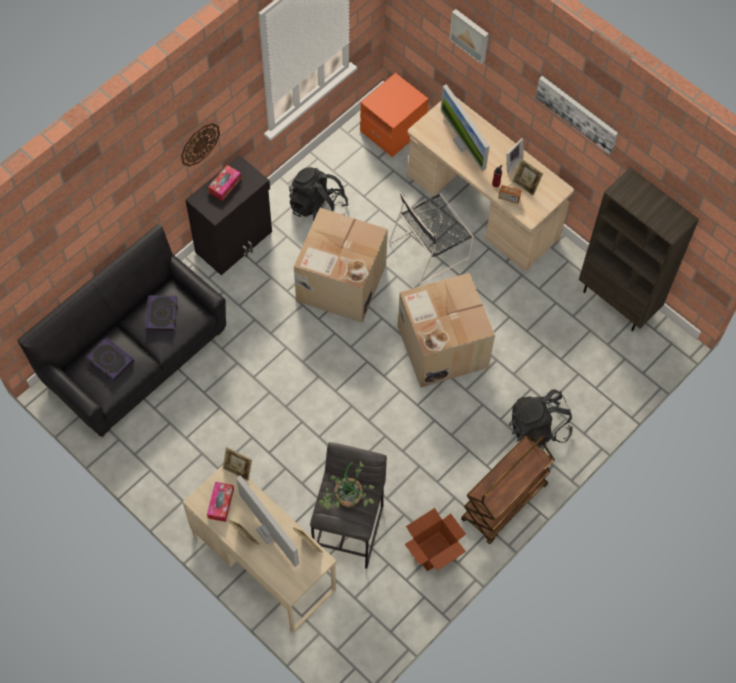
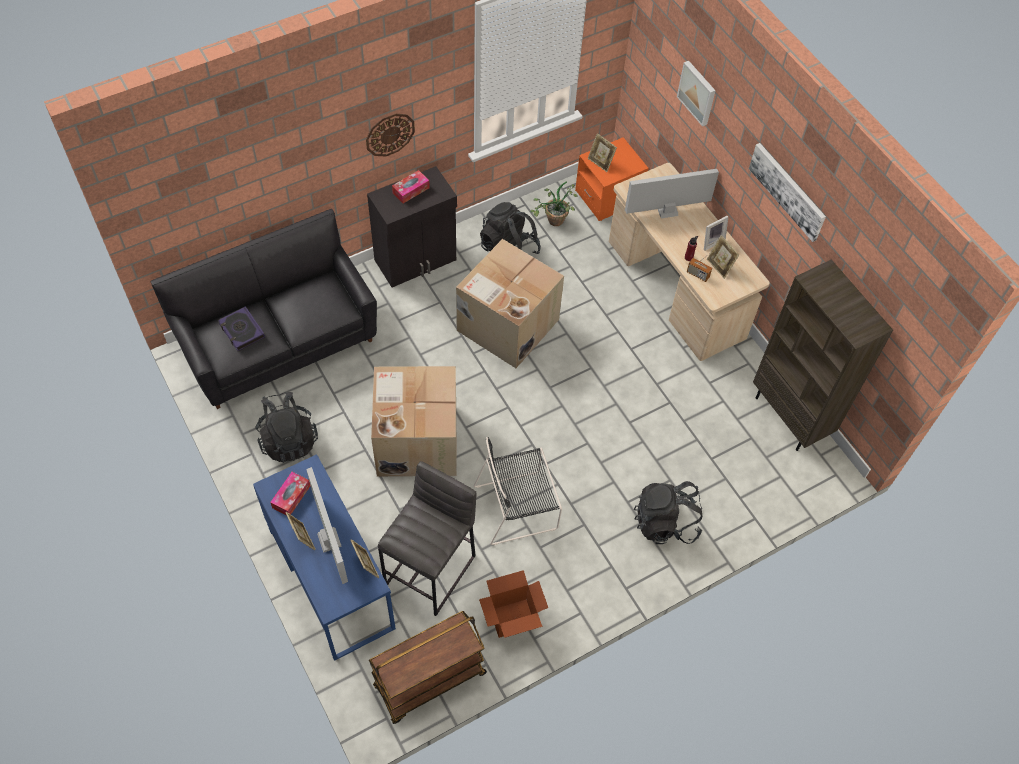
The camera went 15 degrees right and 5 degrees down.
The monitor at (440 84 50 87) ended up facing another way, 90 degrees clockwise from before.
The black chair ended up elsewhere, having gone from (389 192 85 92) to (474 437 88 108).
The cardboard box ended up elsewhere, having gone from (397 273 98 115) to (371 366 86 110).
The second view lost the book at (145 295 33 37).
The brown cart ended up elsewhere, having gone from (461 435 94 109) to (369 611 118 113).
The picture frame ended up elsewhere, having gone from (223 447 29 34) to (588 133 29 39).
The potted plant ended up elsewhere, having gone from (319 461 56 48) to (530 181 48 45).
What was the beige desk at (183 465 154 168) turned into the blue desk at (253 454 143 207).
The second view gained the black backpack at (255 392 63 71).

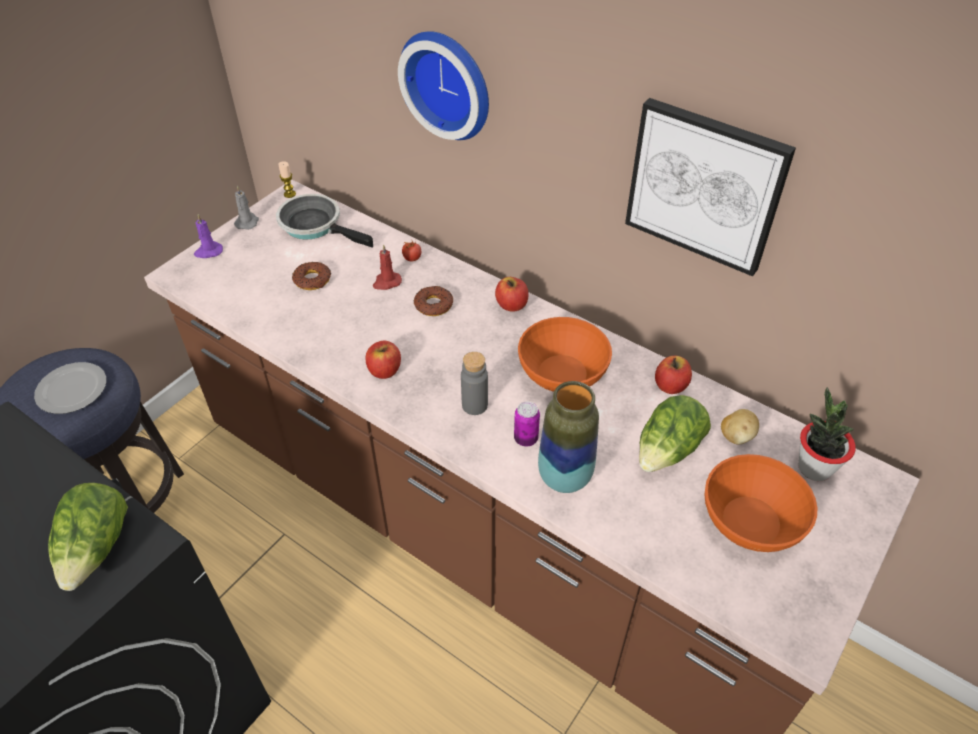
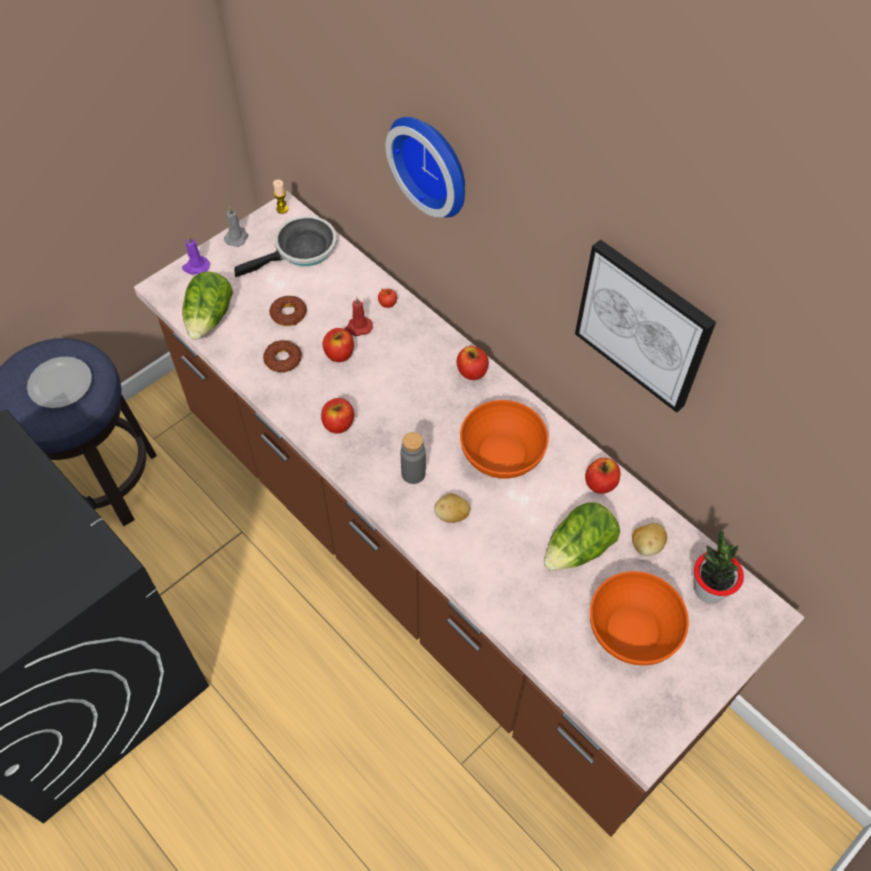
The camera went 10 degrees right and 10 degrees up.
The frying pan at (276 194 97 54) ended up facing another way, 105 degrees clockwise from before.
The donut ended up elsewhere, having gone from (414 286 39 30) to (263 340 39 32).
The second view lost the vase at (538 381 61 112).
Where the can stood at (514 402 26 45), the potato came to stand at (434 493 36 30).
The lettuce ended up elsewhere, having gone from (48 483 80 108) to (182 271 51 69).
The second view gained the apple at (323 328 31 34).

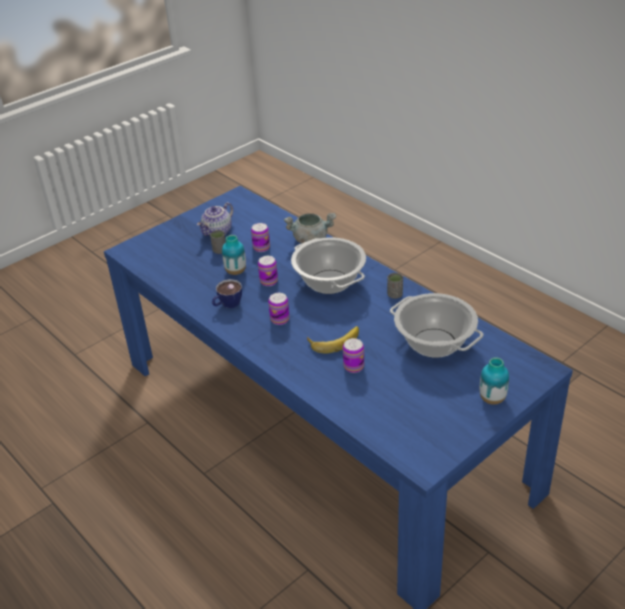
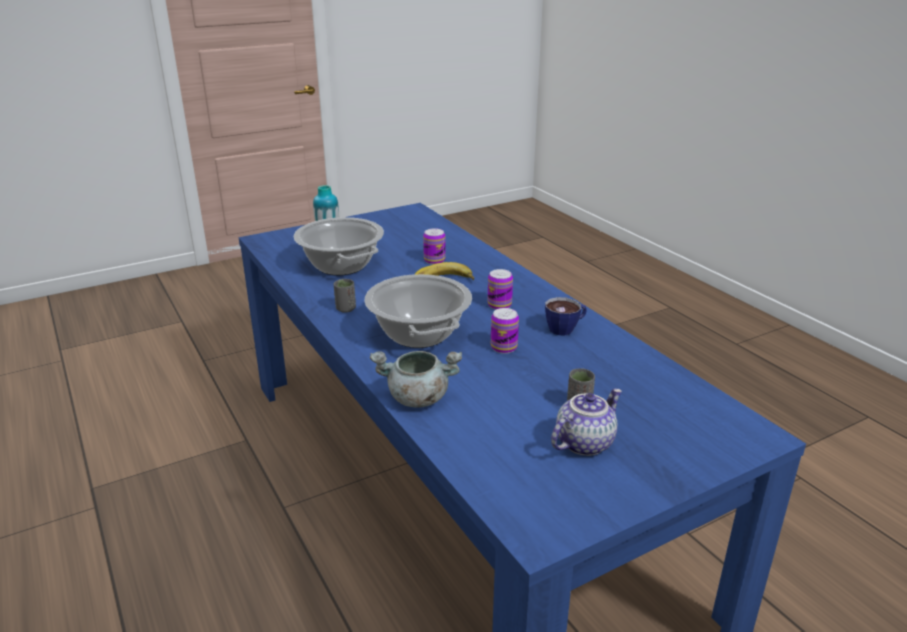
The camera went 170 degrees left and 10 degrees down.
The second view lost the can at (251 223 19 29).
The second view lost the vase at (222 235 24 40).

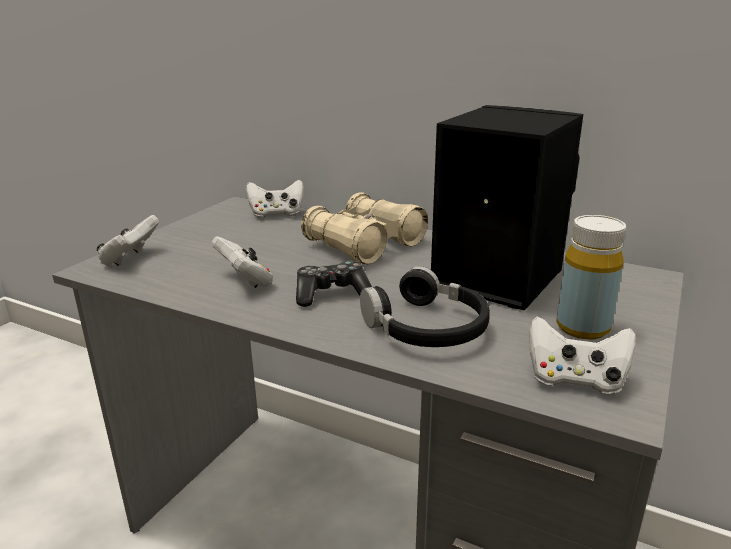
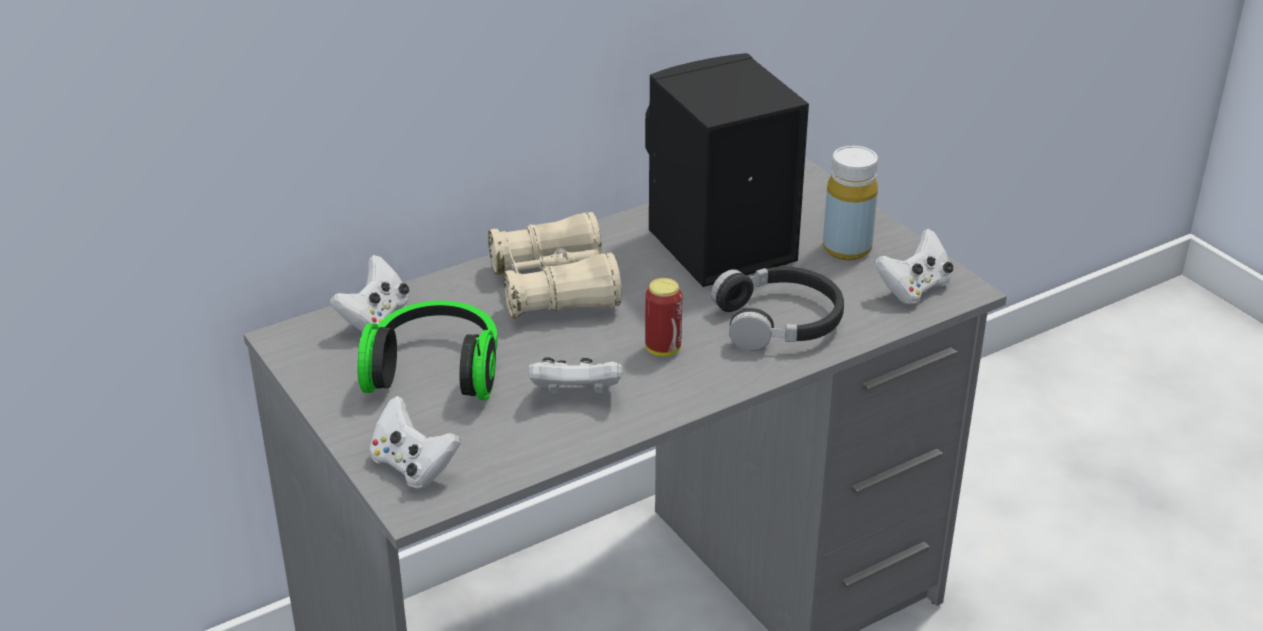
The camera went 60 degrees left and 10 degrees up.
Where the game controller stood at (296 261 76 46), the can came to stand at (645 278 37 79).
The second view gained the headphones at (357 301 141 99).

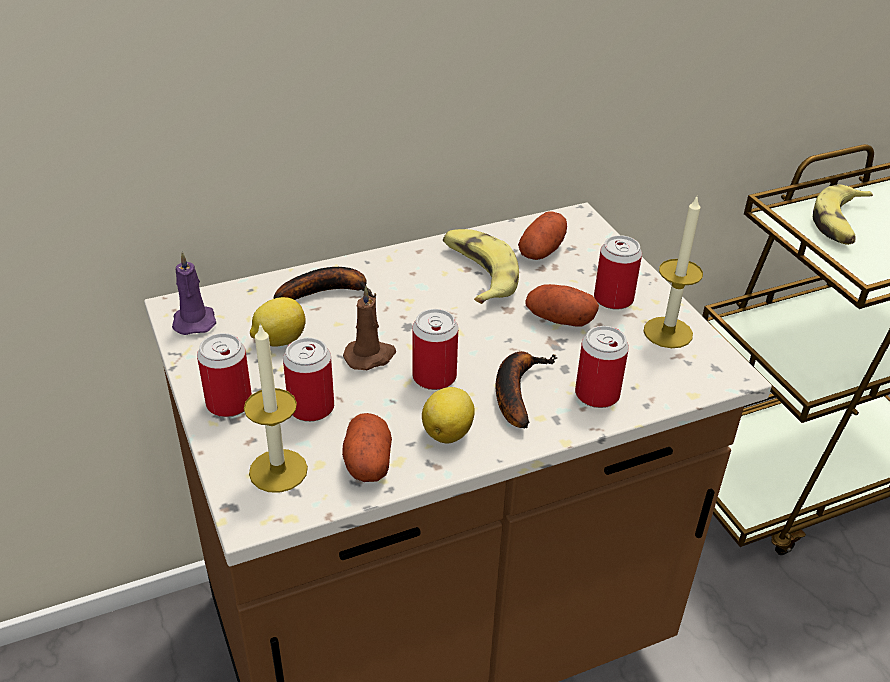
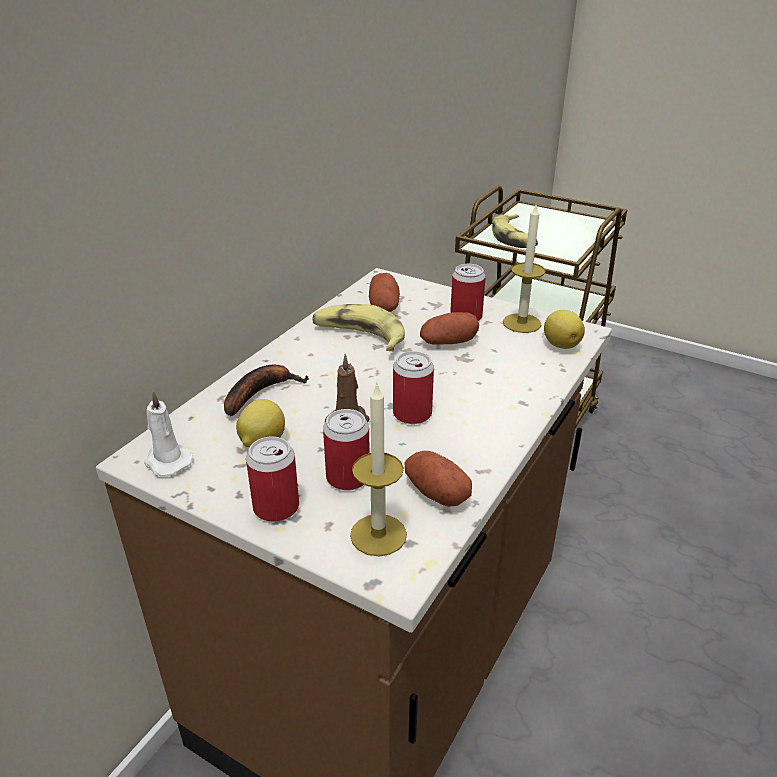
The camera went 35 degrees left and 5 degrees down.
What was the purple candle at (172 252 44 83) turned into the white candle at (144 391 49 85).
The second view lost the can at (575 326 54 82).
The second view lost the banana at (496 351 62 78).
The lemon ended up elsewhere, having gone from (422 387 53 57) to (544 310 41 39).

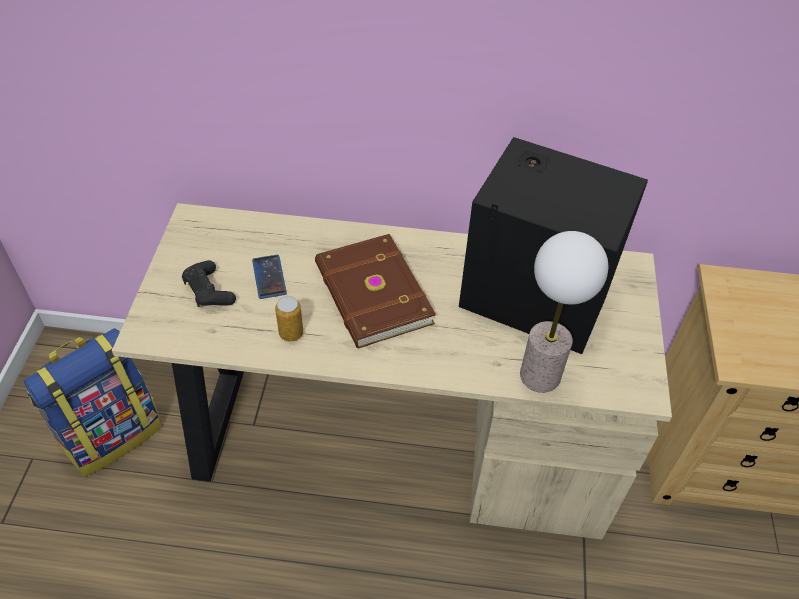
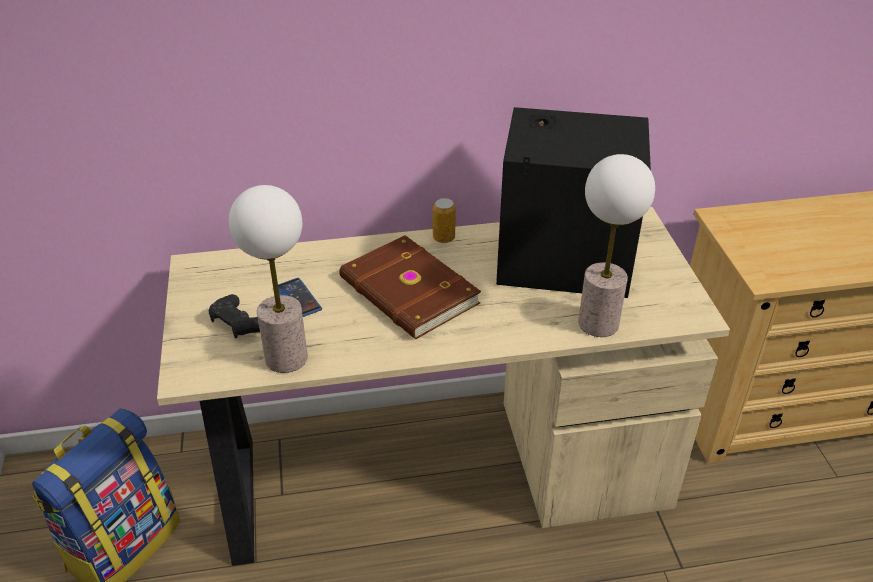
The camera went 15 degrees left and 10 degrees down.
The can ended up elsewhere, having gone from (275 296 28 45) to (433 198 23 45).
The second view gained the table lamp at (229 185 79 188).

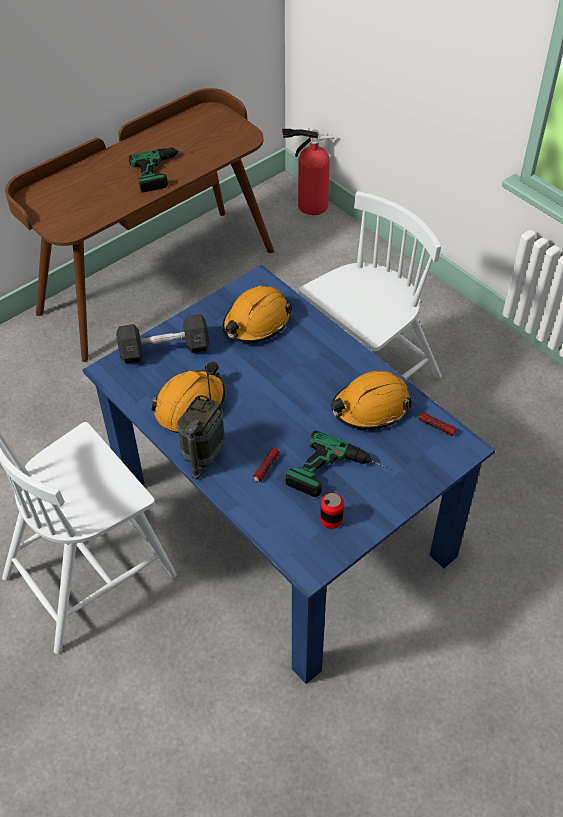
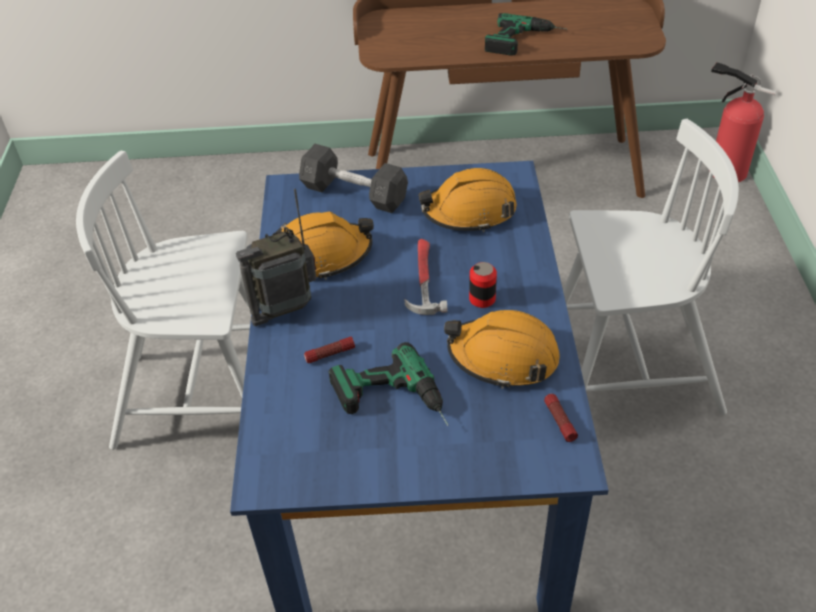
The camera went 40 degrees right and 5 degrees down.
The can ended up elsewhere, having gone from (320 493 24 36) to (469 262 28 46).
The second view gained the hammer at (404 239 43 76).

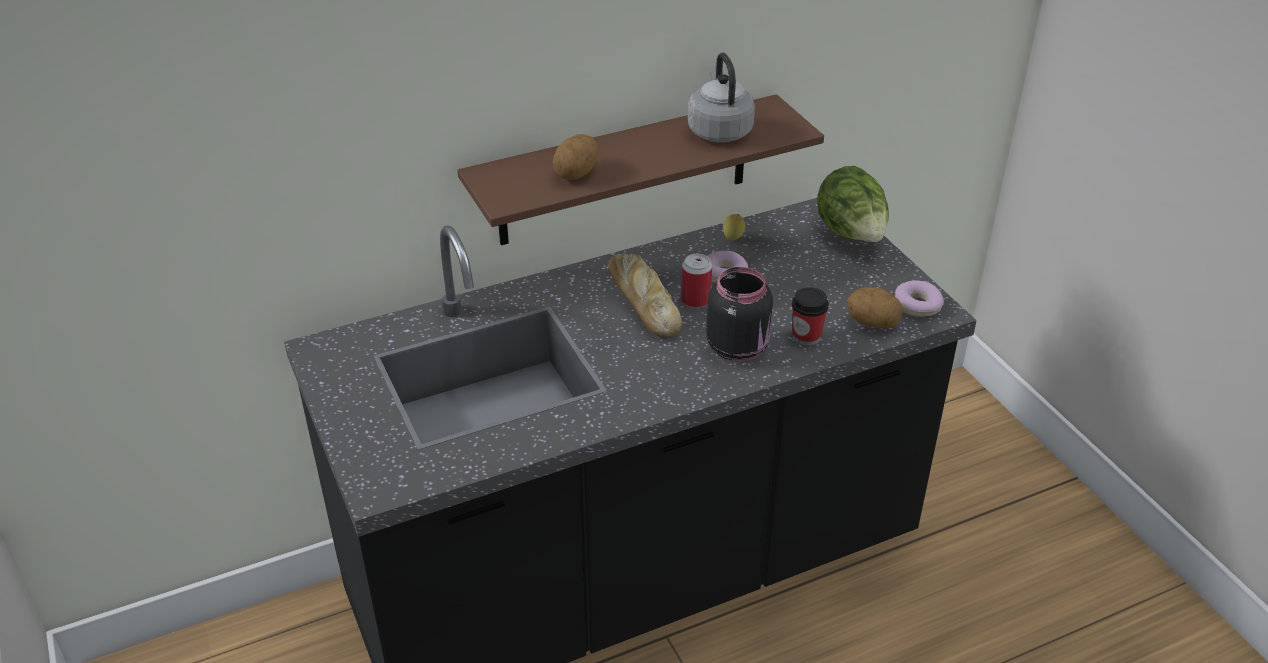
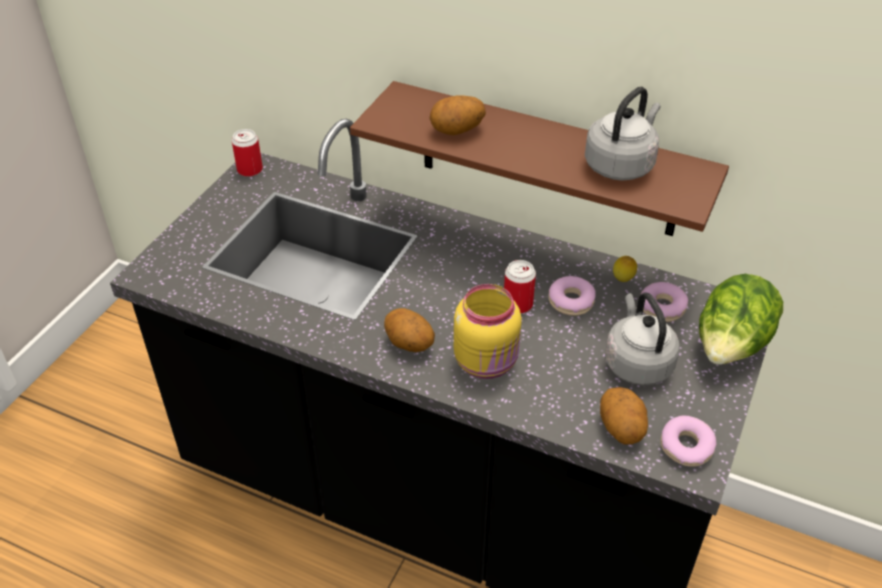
The camera went 50 degrees right and 5 degrees up.
The second view lost the bread at (608 254 74 85).
What was the black jar at (706 267 67 95) turned into the yellow jar at (454 284 68 95).
The second view lost the cup at (792 287 37 59).
The second view gained the can at (232 129 31 48).
The second view gained the donut at (641 282 47 40).
The second view gained the grey kettle at (605 292 75 93).
The second view gained the potato at (384 308 51 44).

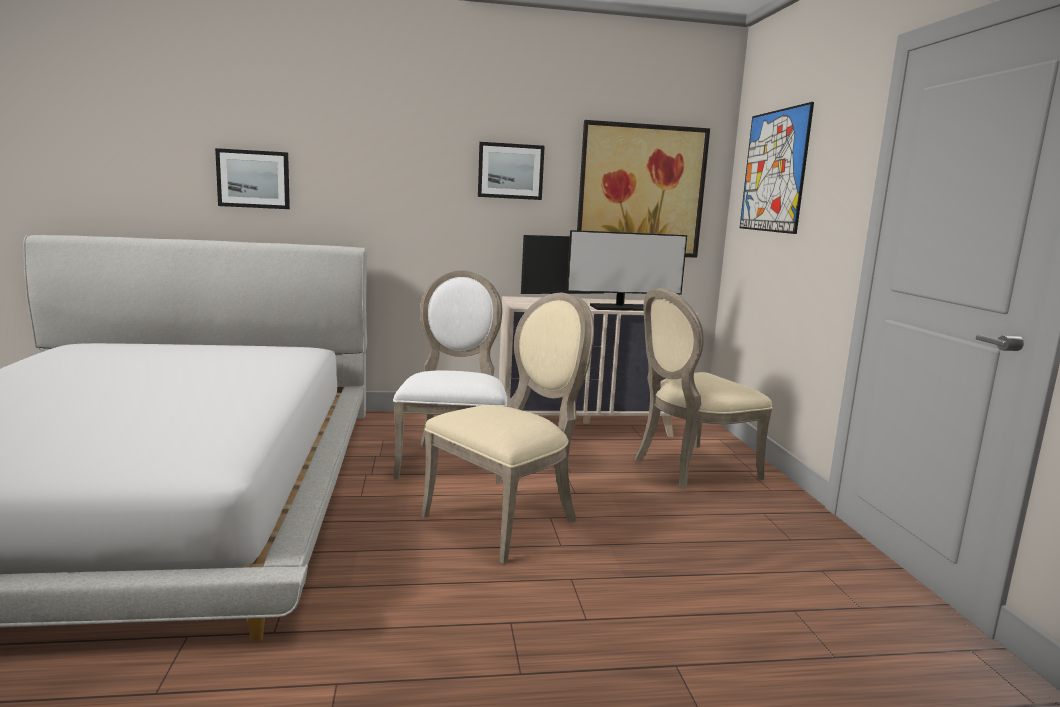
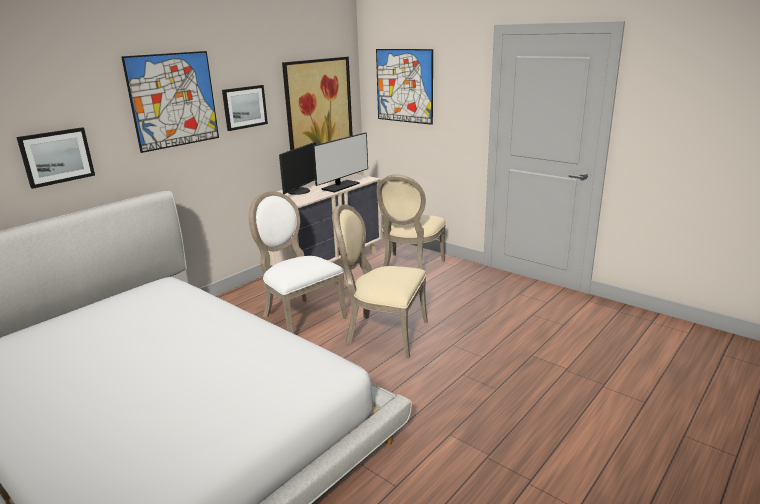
The camera went 40 degrees left and 10 degrees up.
The beige chair at (421 293 173 271) ended up facing another way, 75 degrees counterclockwise from before.
The second view gained the picture at (121 51 98 102).

